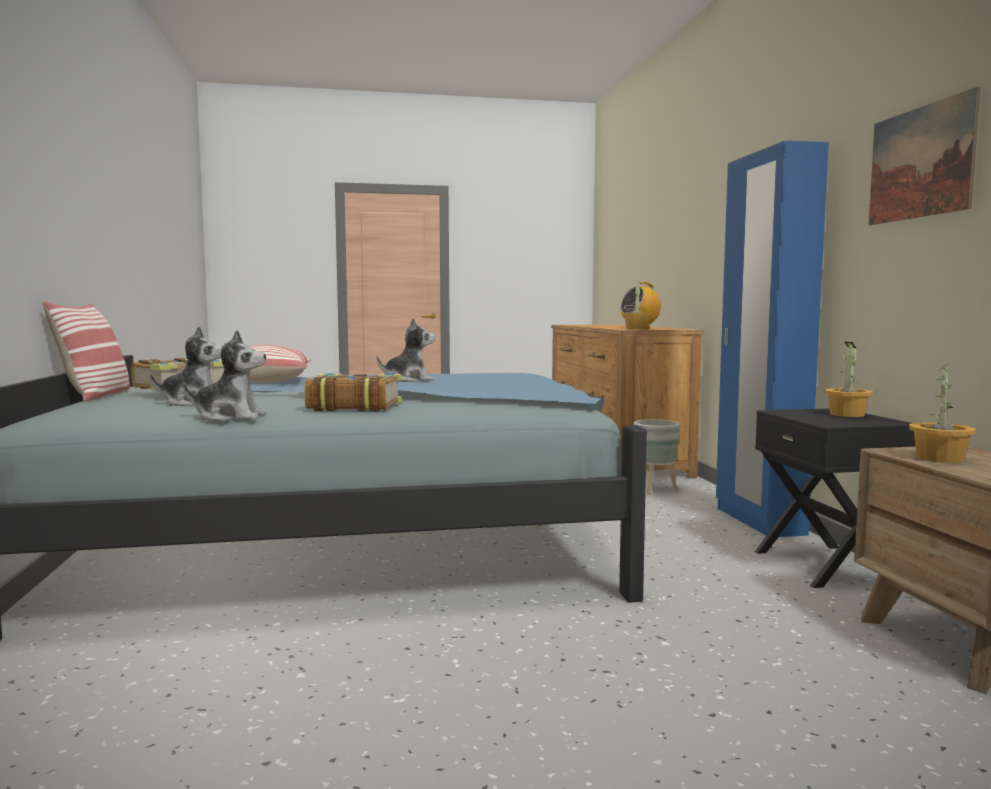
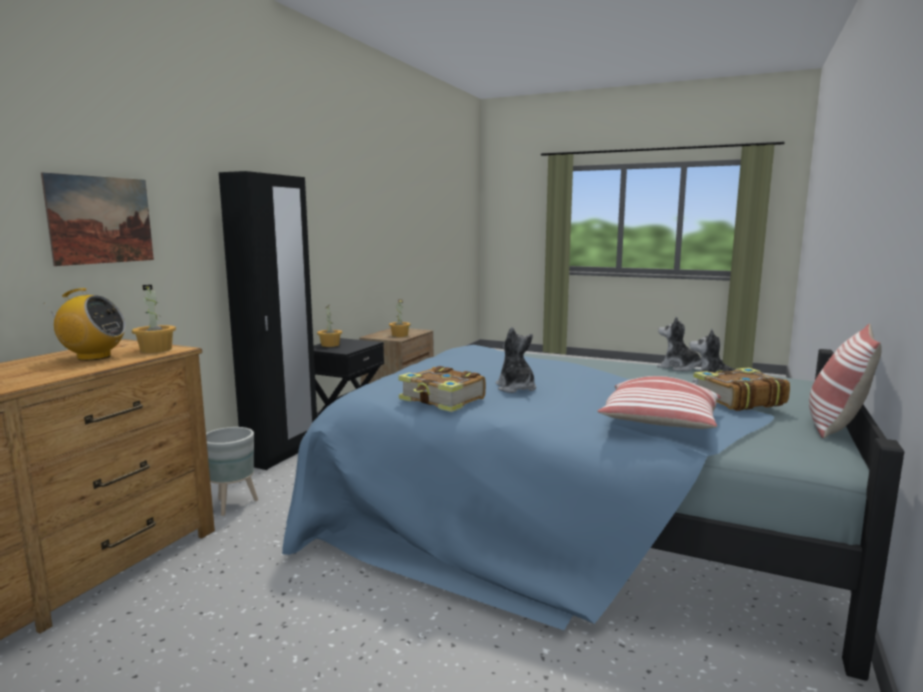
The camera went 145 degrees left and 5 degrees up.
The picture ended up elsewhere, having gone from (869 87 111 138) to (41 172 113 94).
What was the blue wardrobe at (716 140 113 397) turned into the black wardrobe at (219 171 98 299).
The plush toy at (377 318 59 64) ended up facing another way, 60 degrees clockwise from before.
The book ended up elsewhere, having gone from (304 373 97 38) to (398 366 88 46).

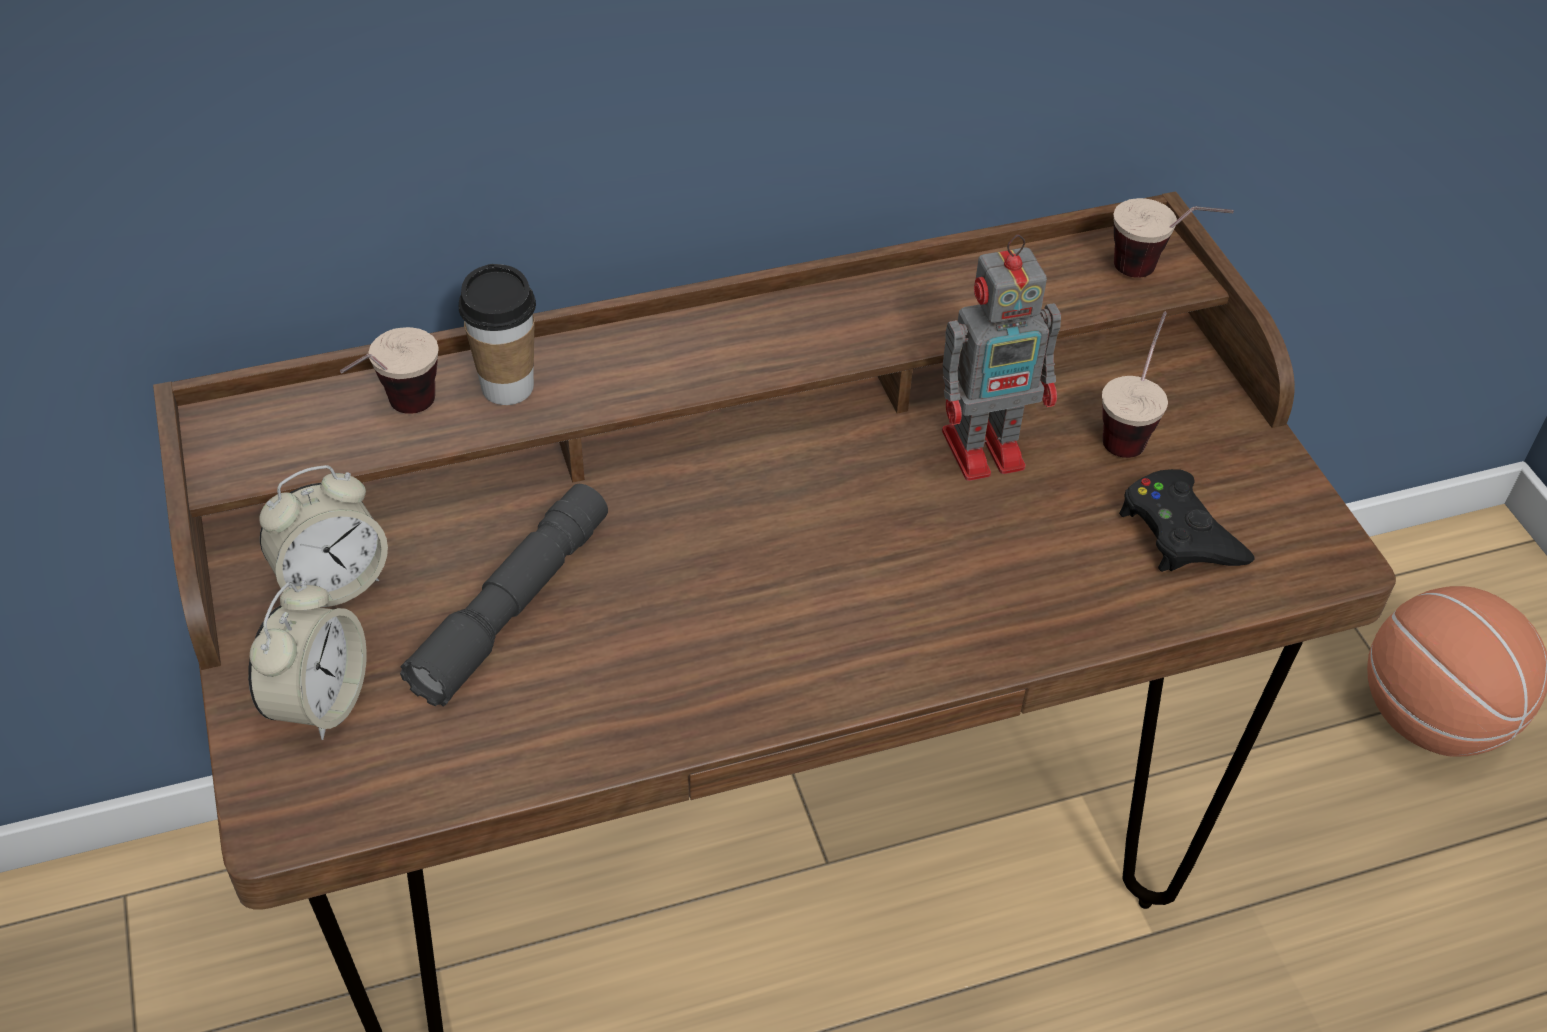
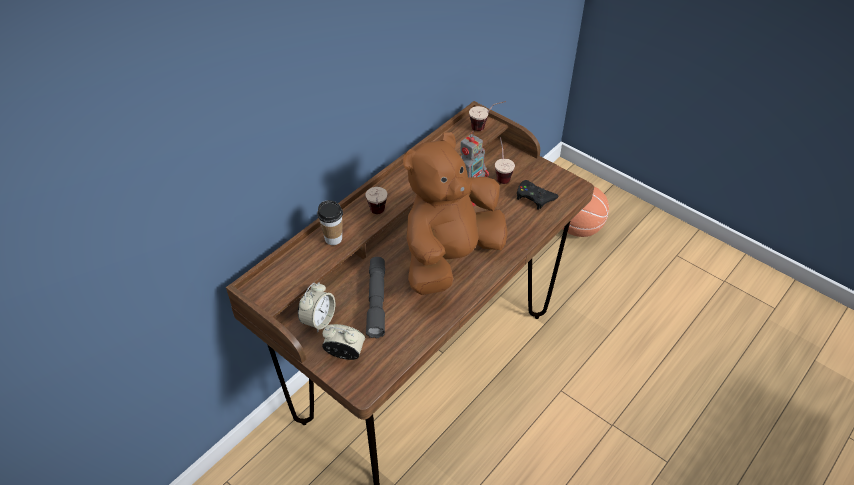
The camera went 30 degrees left and 0 degrees up.
The cup ended up elsewhere, having gone from (340 327 98 87) to (365 187 22 27).
The alarm clock at (248 580 119 160) ended up facing another way, 60 degrees counterclockwise from before.
The second view gained the brown plush toy at (403 132 105 163).

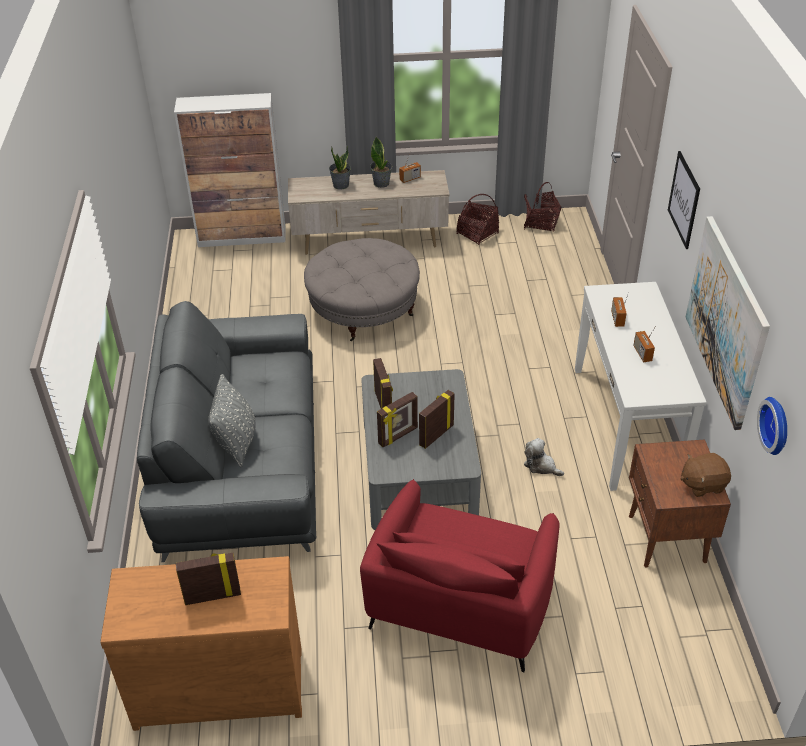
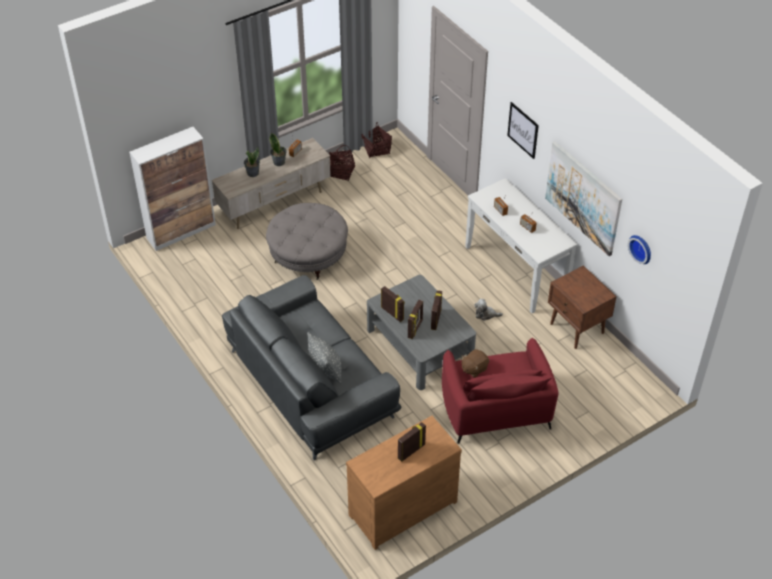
The camera went 30 degrees left and 5 degrees up.
The brown plush toy ended up elsewhere, having gone from (680 453 51 44) to (462 349 27 29).

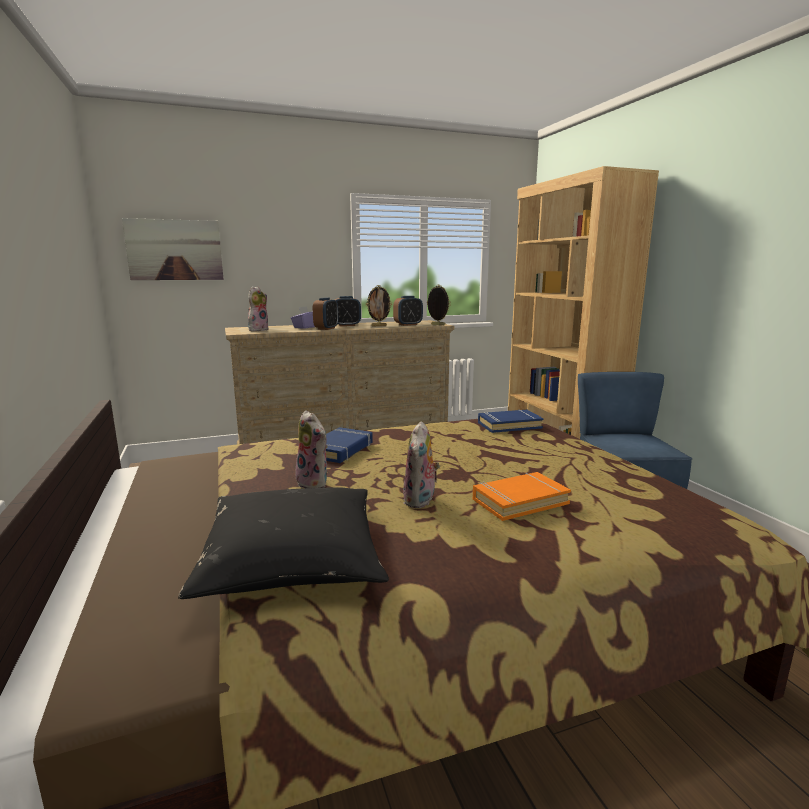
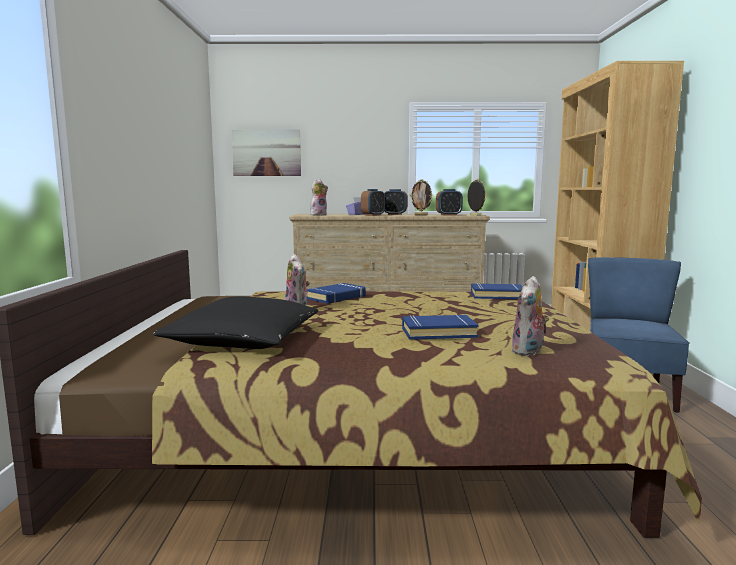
The camera went 20 degrees right and 5 degrees down.
The plush toy ended up elsewhere, having gone from (403 421 37 87) to (512 276 37 80).
What was the orange book at (473 472 98 49) turned into the blue book at (402 314 77 26).

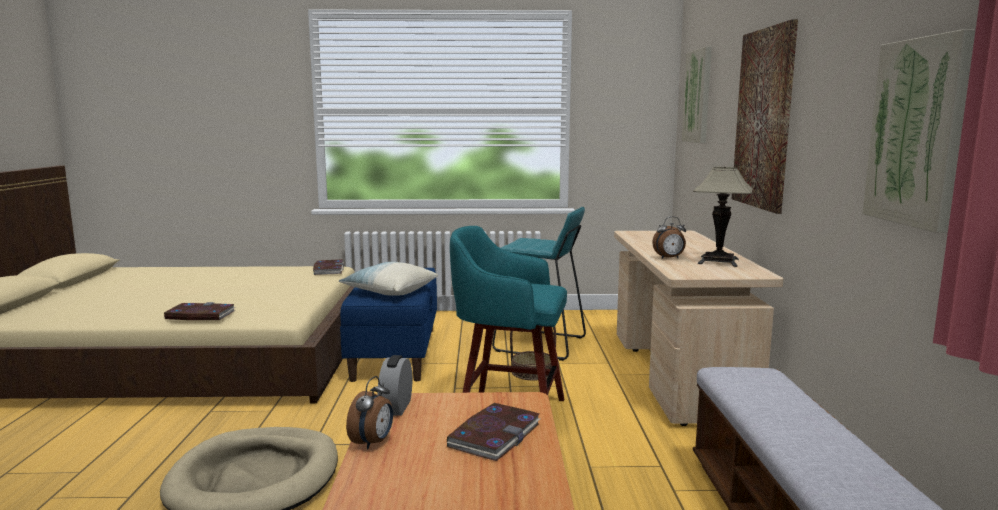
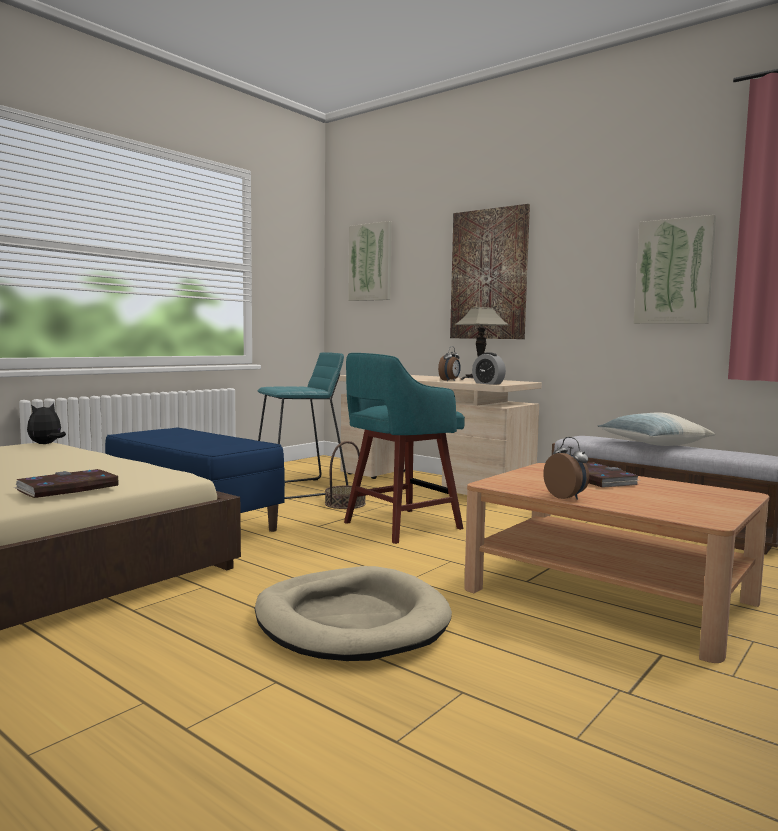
The camera went 50 degrees left and 5 degrees down.
Where the book stood at (313 260 31 15), the plush toy came to stand at (27 403 39 41).
The pillow ended up elsewhere, having gone from (339 262 99 34) to (598 412 117 34).
The alarm clock ended up elsewhere, having gone from (378 355 34 61) to (472 352 34 33).

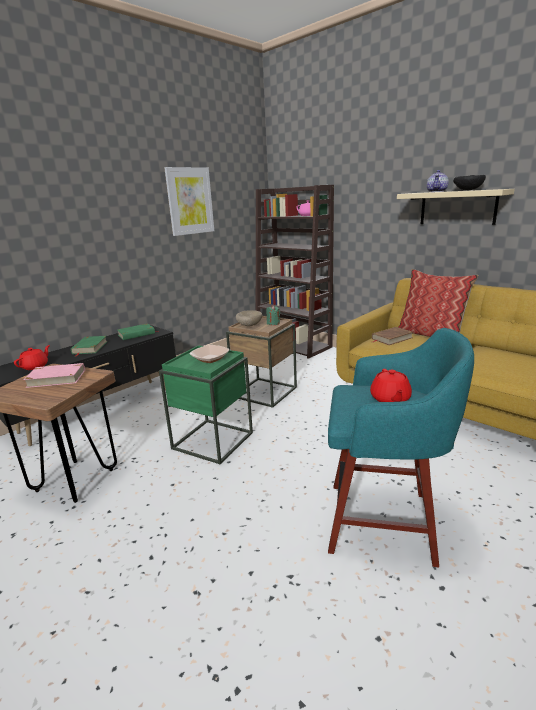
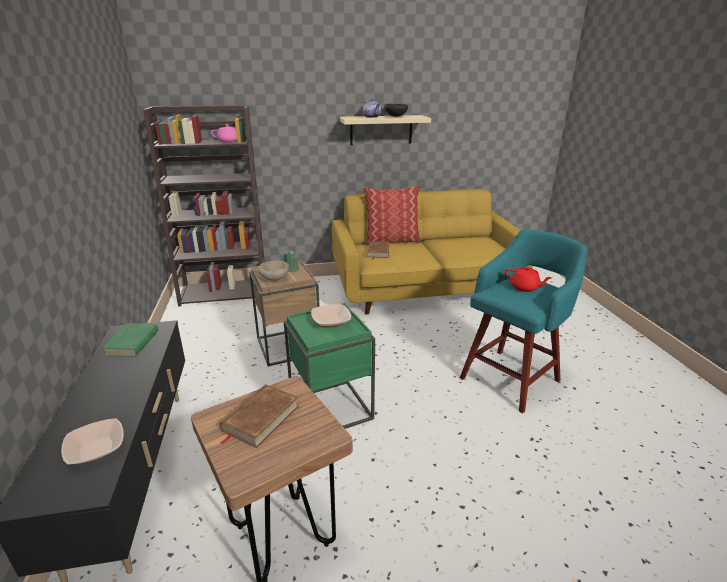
The camera went 55 degrees left and 5 degrees up.
The second view lost the picture at (164 167 50 69).
The second view lost the green book at (71 336 37 20).
Where the red teapot stood at (14 345 36 25), the bowl came to stand at (61 418 63 46).
What was the pink book at (23 363 62 25) turned into the brown book at (220 384 79 64).

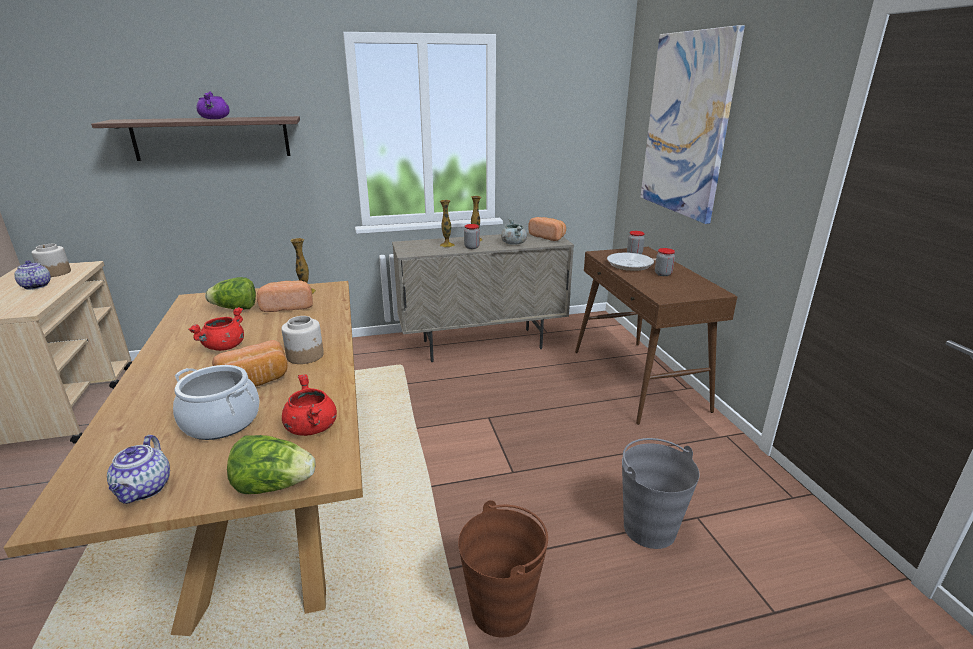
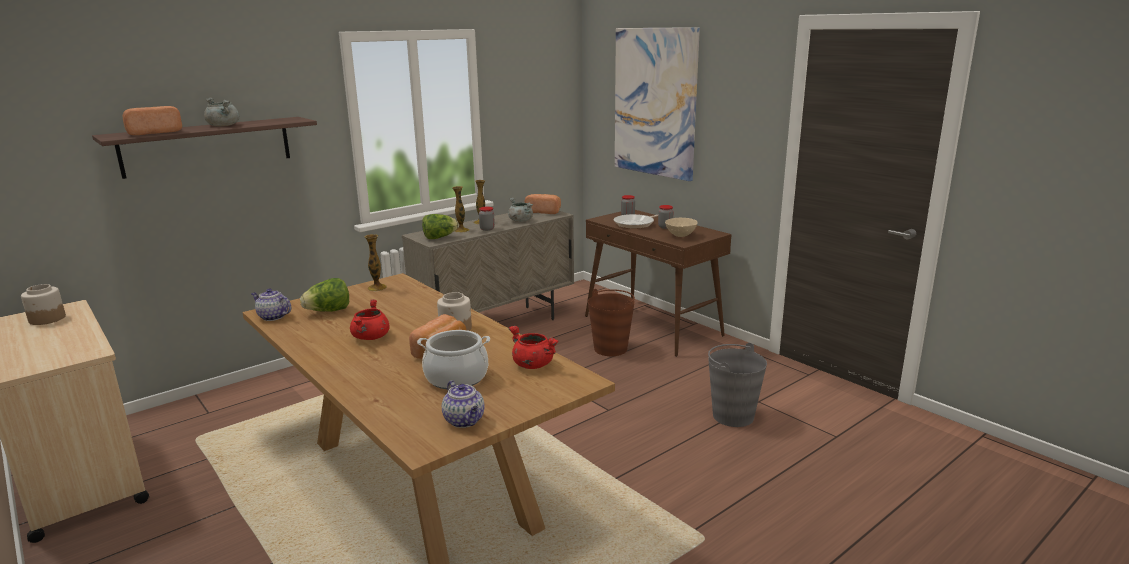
The camera went 25 degrees left and 5 degrees down.
What was the purple cooking pot at (196 91 34 28) turned into the grey cooking pot at (204 97 35 30).
The teapot ended up elsewhere, having gone from (14 260 37 30) to (251 289 40 32).
The bread ended up elsewhere, having gone from (257 280 56 32) to (123 106 59 29).
The lettuce ended up elsewhere, having gone from (227 435 89 59) to (422 214 37 25).
The brown bucket ended up elsewhere, having gone from (458 500 90 137) to (588 289 47 67).
The second view gained the beige bowl at (665 218 33 19).

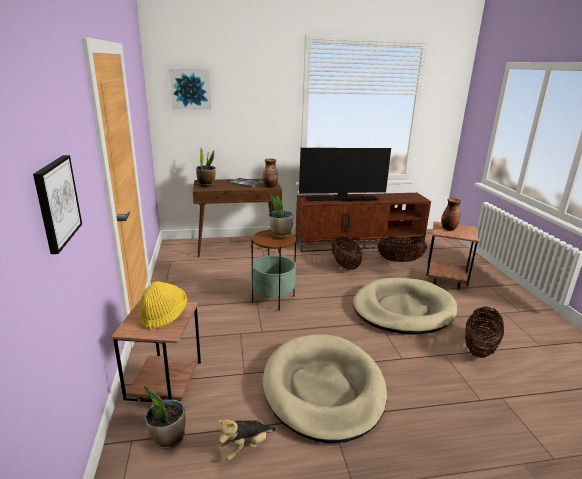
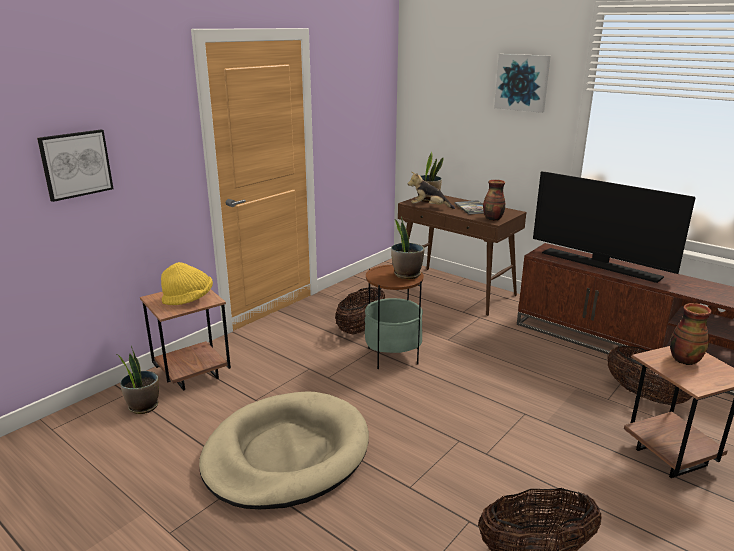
The camera went 50 degrees right and 0 degrees up.
The picture ended up elsewhere, having gone from (169 69 42 41) to (494 54 57 59).
The basket ended up elsewhere, having gone from (331 236 31 34) to (335 287 50 48).
The second view lost the beige dog bed at (353 278 105 57).
The plush toy ended up elsewhere, having gone from (218 419 57 41) to (408 172 47 37).

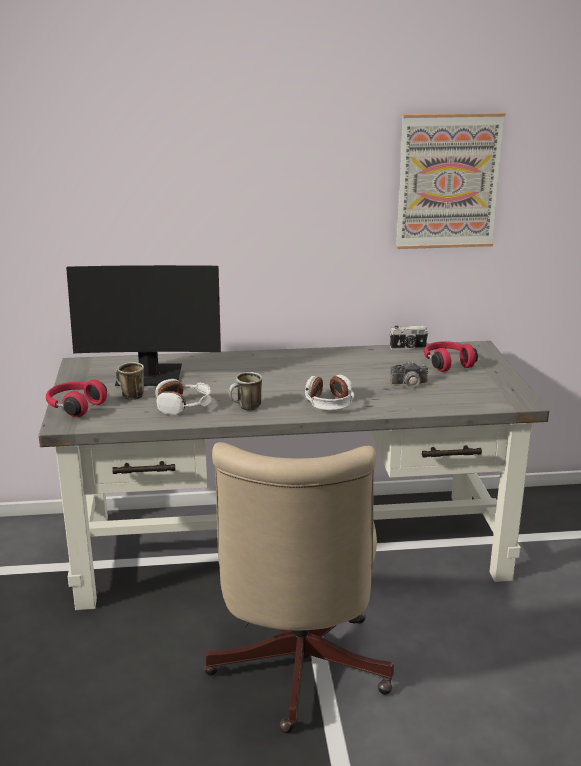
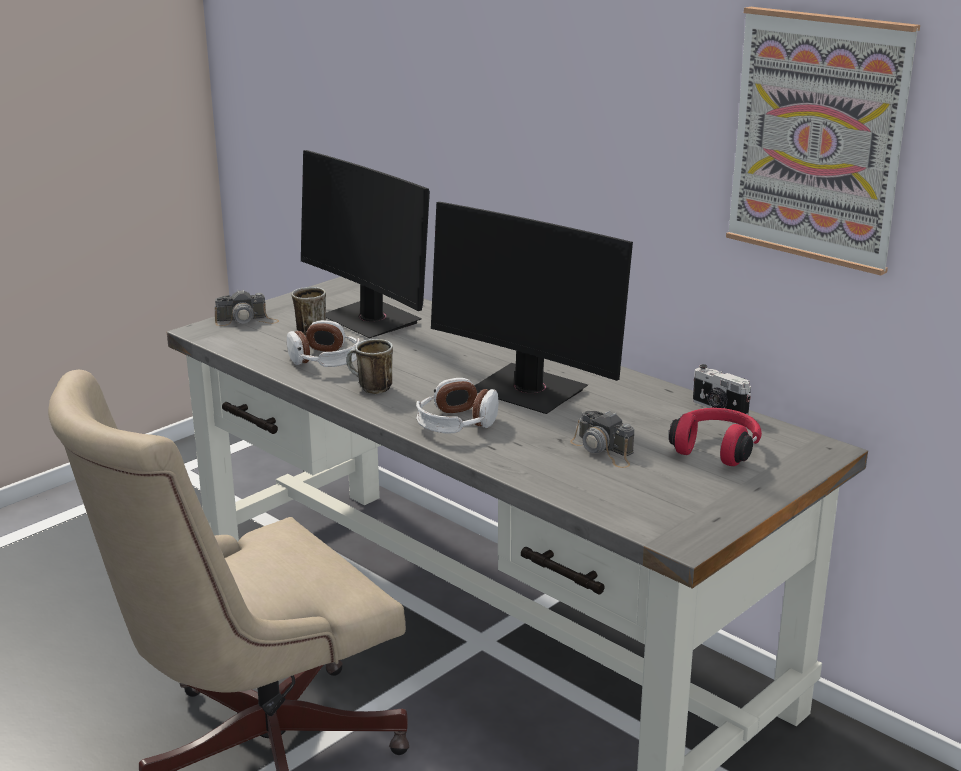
The camera went 50 degrees right and 0 degrees up.
Where the red headphones stood at (46 380 61 37), the photo camera came to stand at (215 289 64 37).
The second view gained the monitor at (431 202 202 212).

